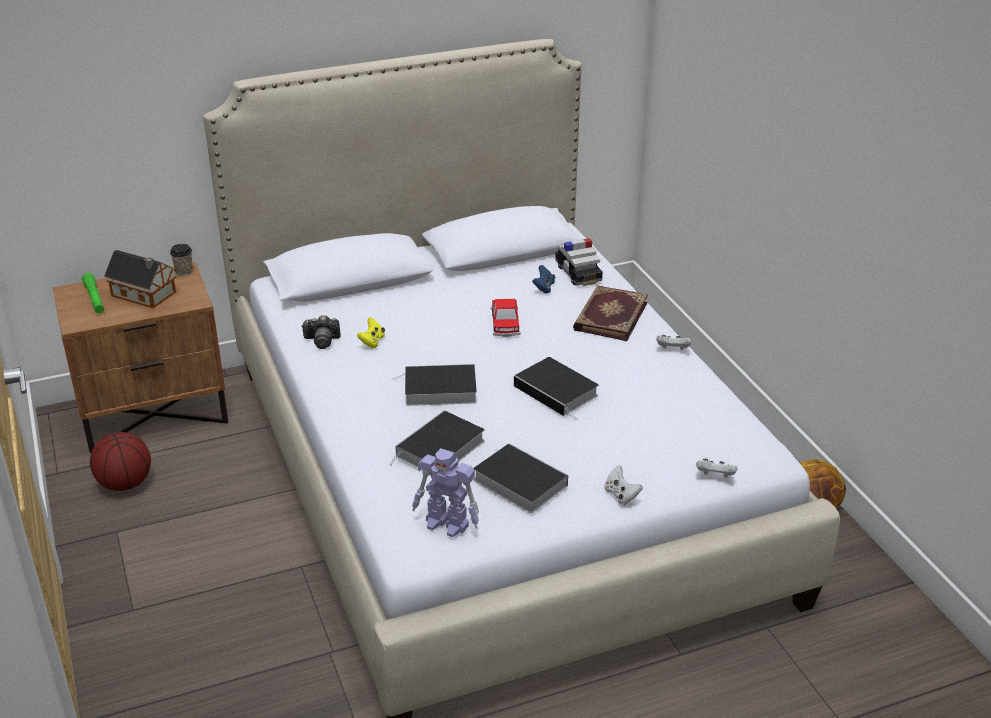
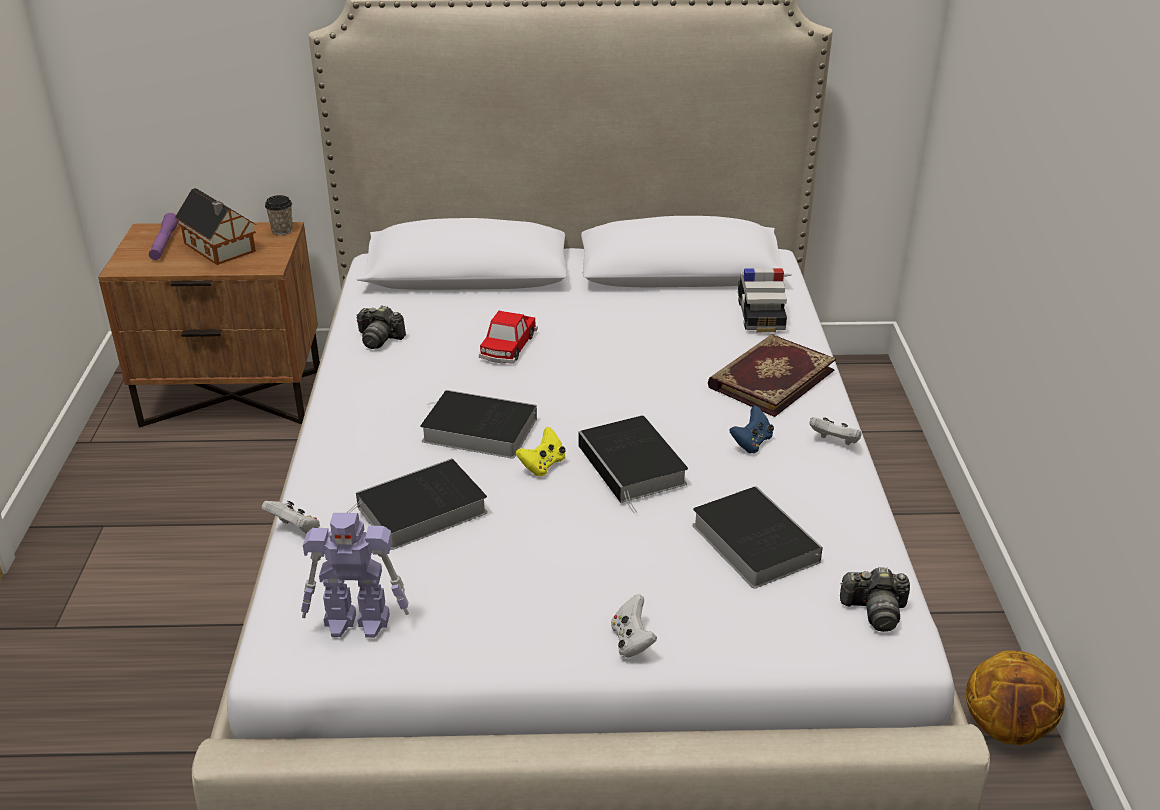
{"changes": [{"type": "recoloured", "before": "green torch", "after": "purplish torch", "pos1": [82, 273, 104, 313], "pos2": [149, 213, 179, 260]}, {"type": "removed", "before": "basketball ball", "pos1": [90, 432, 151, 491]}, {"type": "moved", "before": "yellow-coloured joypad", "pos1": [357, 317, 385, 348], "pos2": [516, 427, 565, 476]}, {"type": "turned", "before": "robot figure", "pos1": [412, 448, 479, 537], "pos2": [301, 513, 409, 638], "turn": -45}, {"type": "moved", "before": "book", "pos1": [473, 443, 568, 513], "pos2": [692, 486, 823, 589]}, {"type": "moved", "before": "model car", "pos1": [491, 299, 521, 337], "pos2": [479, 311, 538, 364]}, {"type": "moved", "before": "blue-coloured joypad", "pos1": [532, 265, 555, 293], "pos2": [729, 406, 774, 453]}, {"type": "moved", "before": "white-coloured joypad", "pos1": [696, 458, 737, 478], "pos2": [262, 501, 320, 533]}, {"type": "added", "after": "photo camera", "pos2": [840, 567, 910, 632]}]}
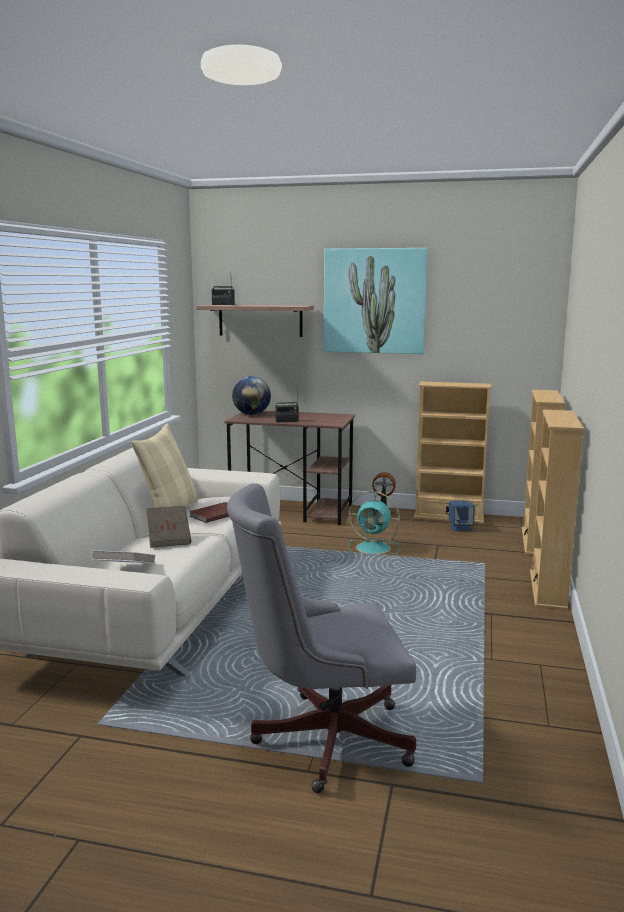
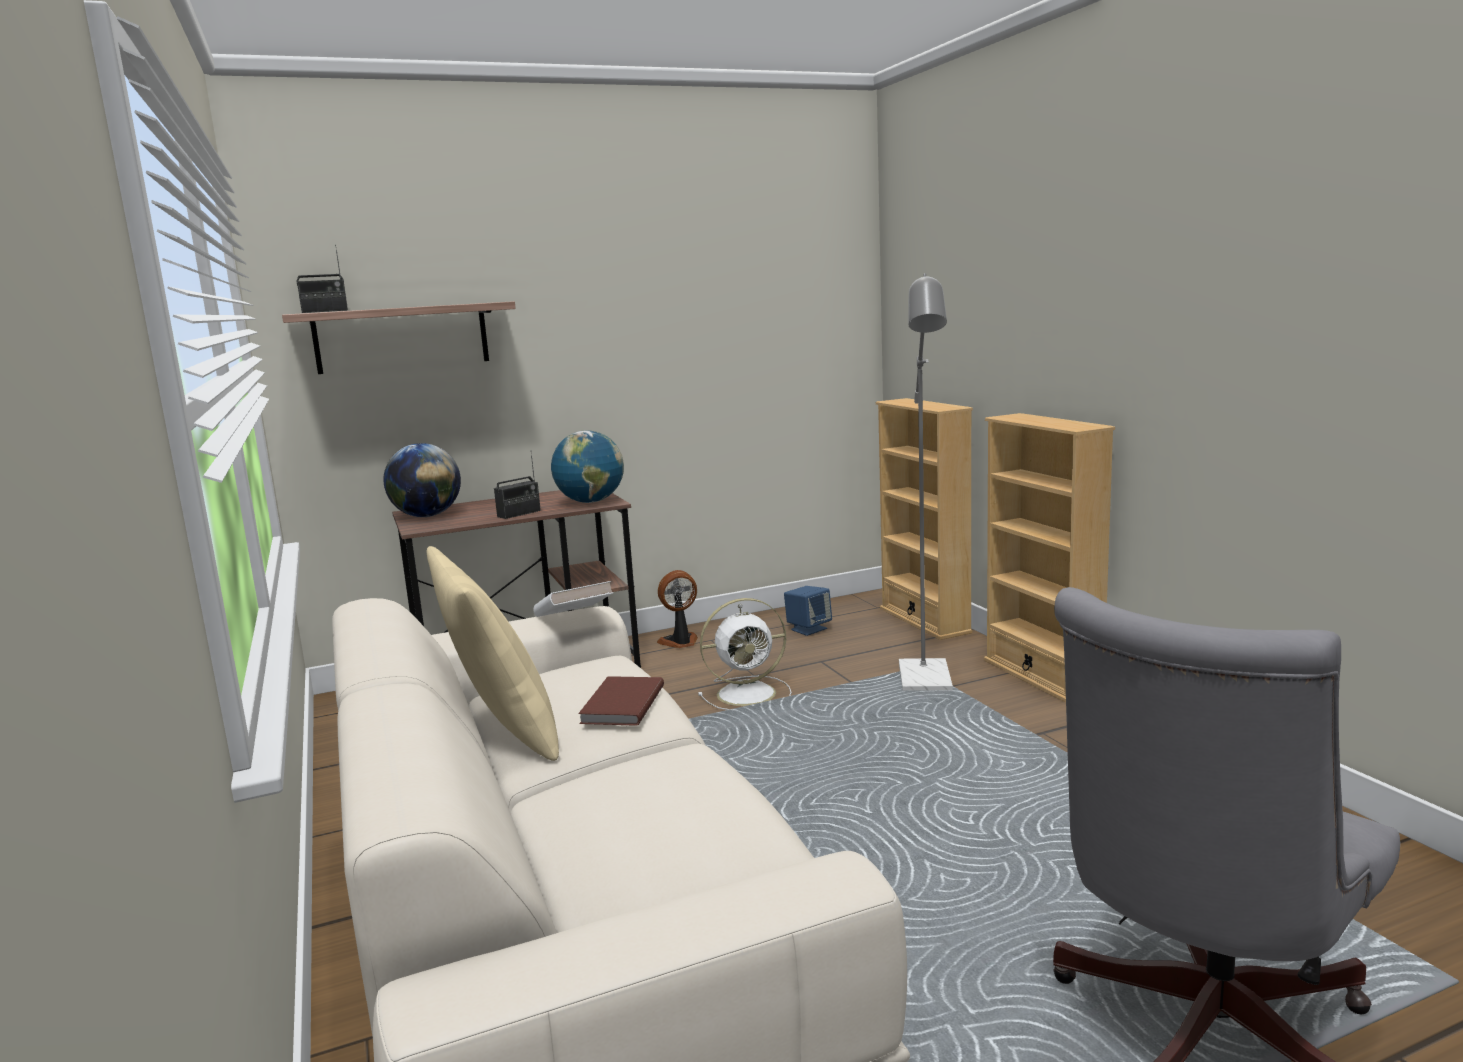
{"changes": [{"type": "moved", "before": "white-coloured book", "pos1": [91, 550, 156, 564], "pos2": [533, 581, 614, 617]}, {"type": "removed", "before": "brown book", "pos1": [146, 506, 191, 548]}, {"type": "removed", "before": "wall art", "pos1": [324, 248, 428, 354]}, {"type": "recoloured", "before": "turquoise electric fan", "after": "white-coloured electric fan", "pos1": [348, 491, 400, 555], "pos2": [698, 598, 792, 710]}, {"type": "removed", "before": "beige bookshelf", "pos1": [414, 382, 492, 523]}, {"type": "added", "after": "world globe", "pos2": [551, 430, 624, 503]}, {"type": "added", "after": "grey standard lamp", "pos2": [899, 273, 953, 691]}]}
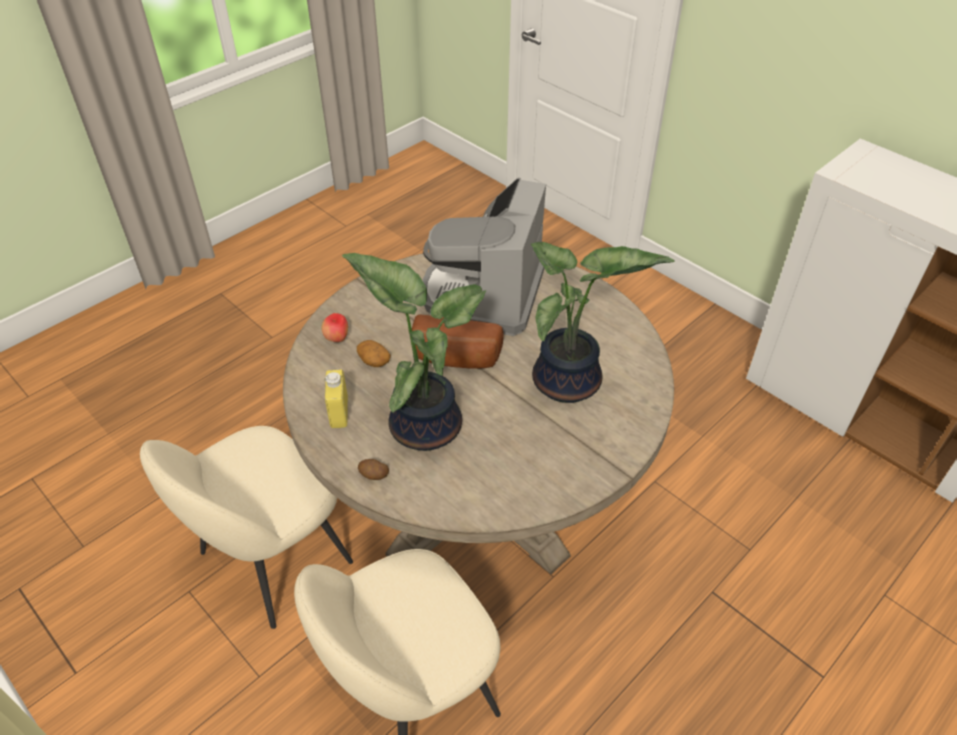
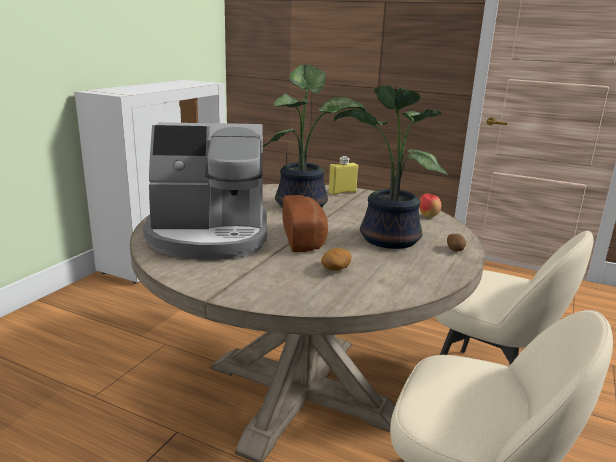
{"changes": [{"type": "moved", "before": "apple fruit", "pos1": [322, 313, 348, 342], "pos2": [419, 194, 441, 218]}, {"type": "moved", "before": "yellow-coloured drink bottle", "pos1": [324, 370, 348, 428], "pos2": [329, 156, 358, 195]}]}
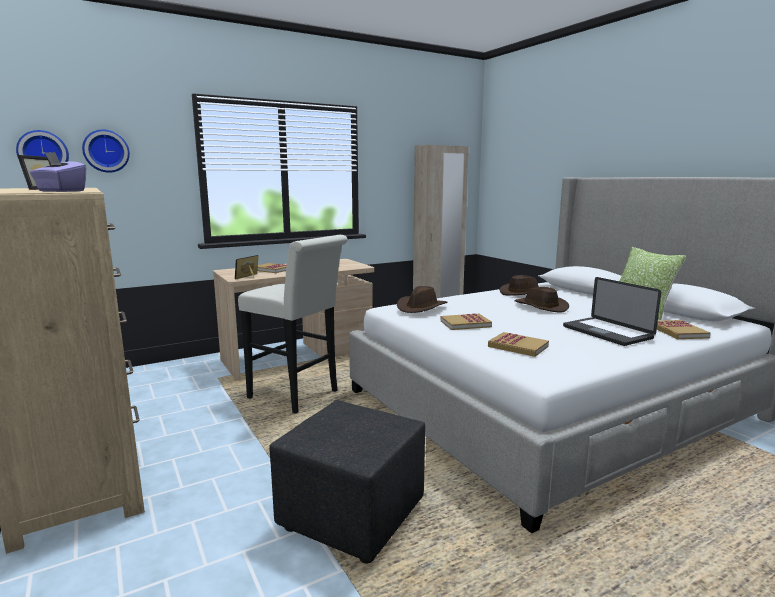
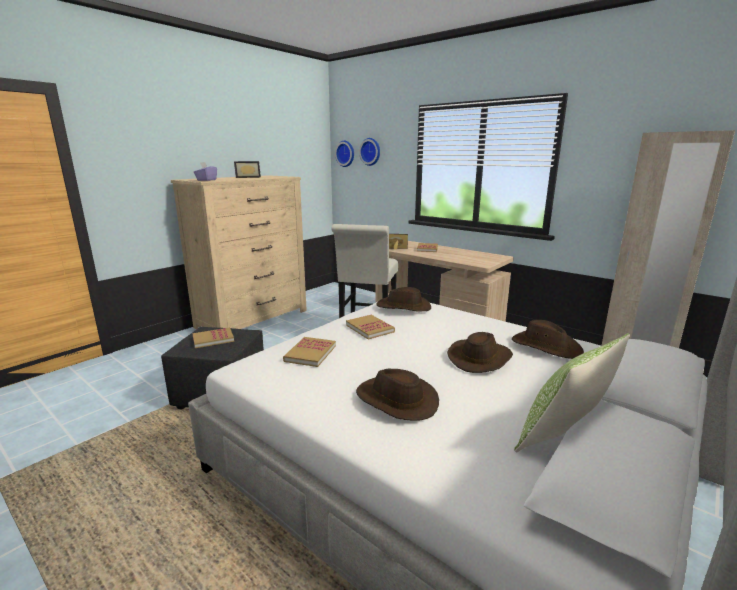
{"changes": [{"type": "replaced", "before": "portable computer", "after": "brown hat", "pos1": [563, 277, 661, 346], "pos2": [356, 369, 439, 421]}, {"type": "moved", "before": "book", "pos1": [657, 320, 711, 339], "pos2": [192, 327, 234, 348]}]}
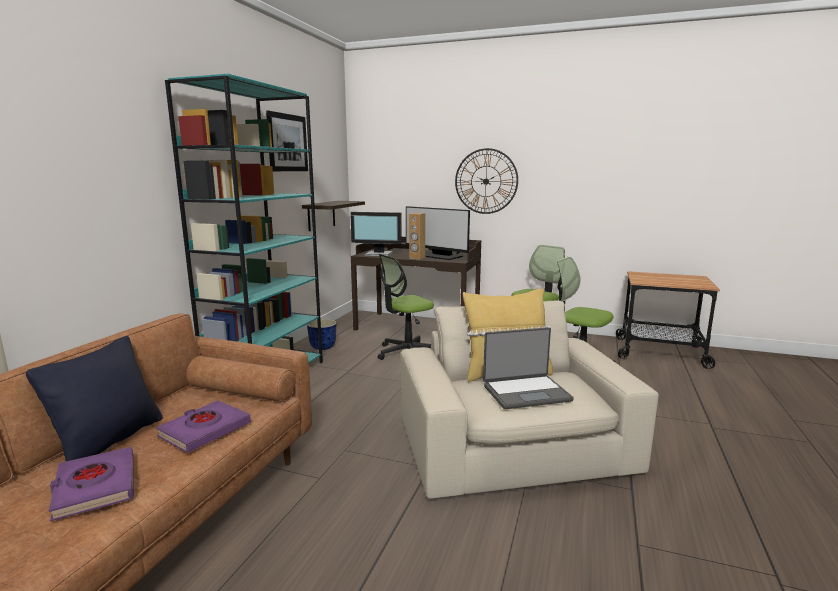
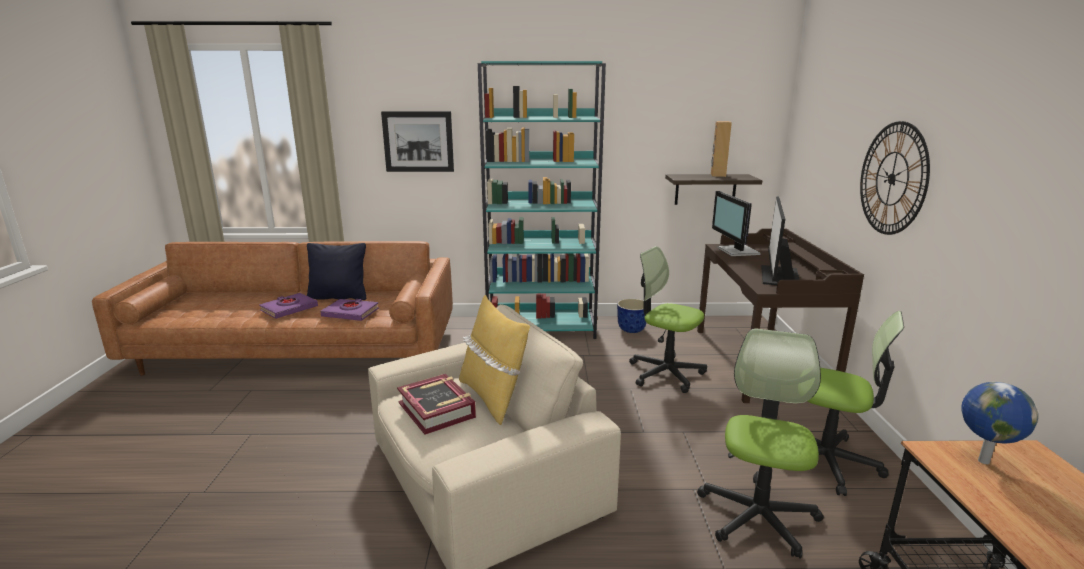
{"changes": [{"type": "moved", "before": "wall art", "pos1": [266, 111, 308, 171], "pos2": [381, 111, 454, 172]}, {"type": "moved", "before": "brown loudspeaker", "pos1": [409, 213, 425, 259], "pos2": [711, 121, 732, 177]}, {"type": "replaced", "before": "portable computer", "after": "book", "pos1": [483, 327, 574, 409], "pos2": [397, 374, 476, 435]}, {"type": "added", "after": "world globe", "pos2": [961, 382, 1038, 464]}]}
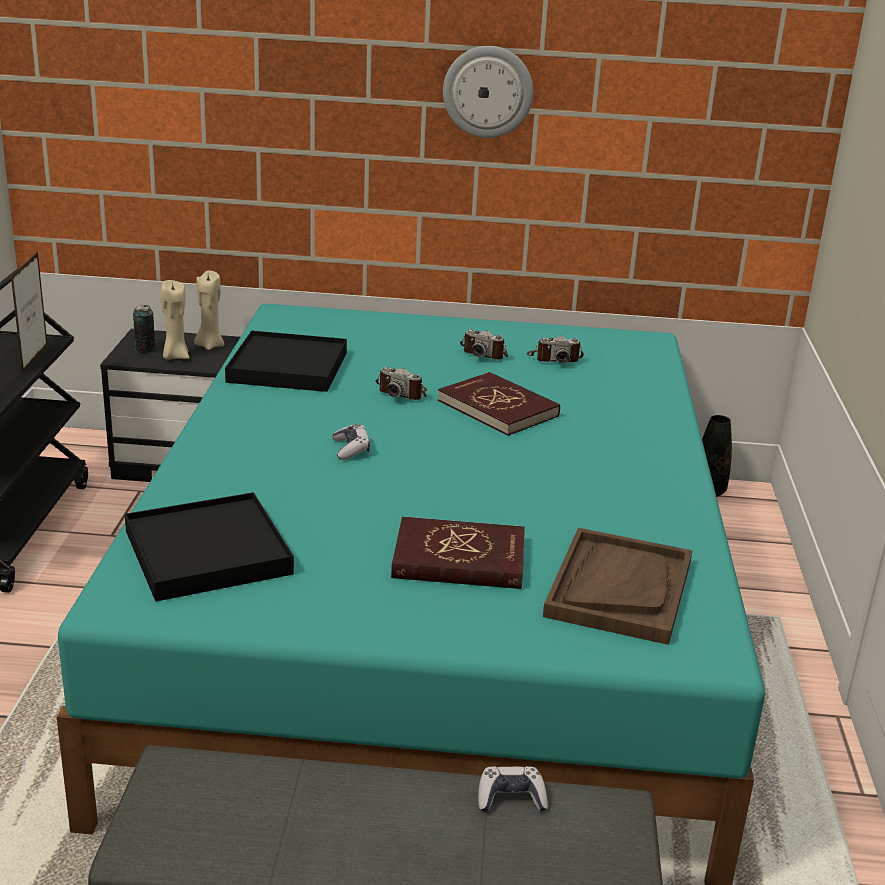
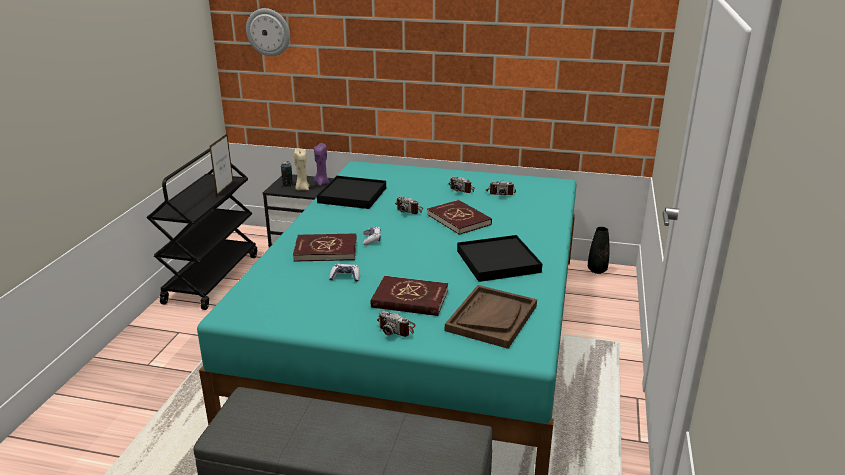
{"changes": [{"type": "moved", "before": "blackish serving tray", "pos1": [125, 492, 294, 602], "pos2": [457, 235, 542, 282]}, {"type": "recoloured", "before": "beige wax candle", "after": "purplish wax candle", "pos1": [194, 270, 225, 350], "pos2": [314, 143, 330, 186]}, {"type": "moved", "before": "clock on the wall", "pos1": [443, 46, 533, 138], "pos2": [246, 8, 290, 56]}, {"type": "moved", "before": "joypad", "pos1": [478, 766, 548, 812], "pos2": [329, 264, 360, 282]}, {"type": "added", "after": "red book", "pos2": [293, 234, 357, 262]}, {"type": "added", "after": "photo camera", "pos2": [377, 311, 416, 337]}]}
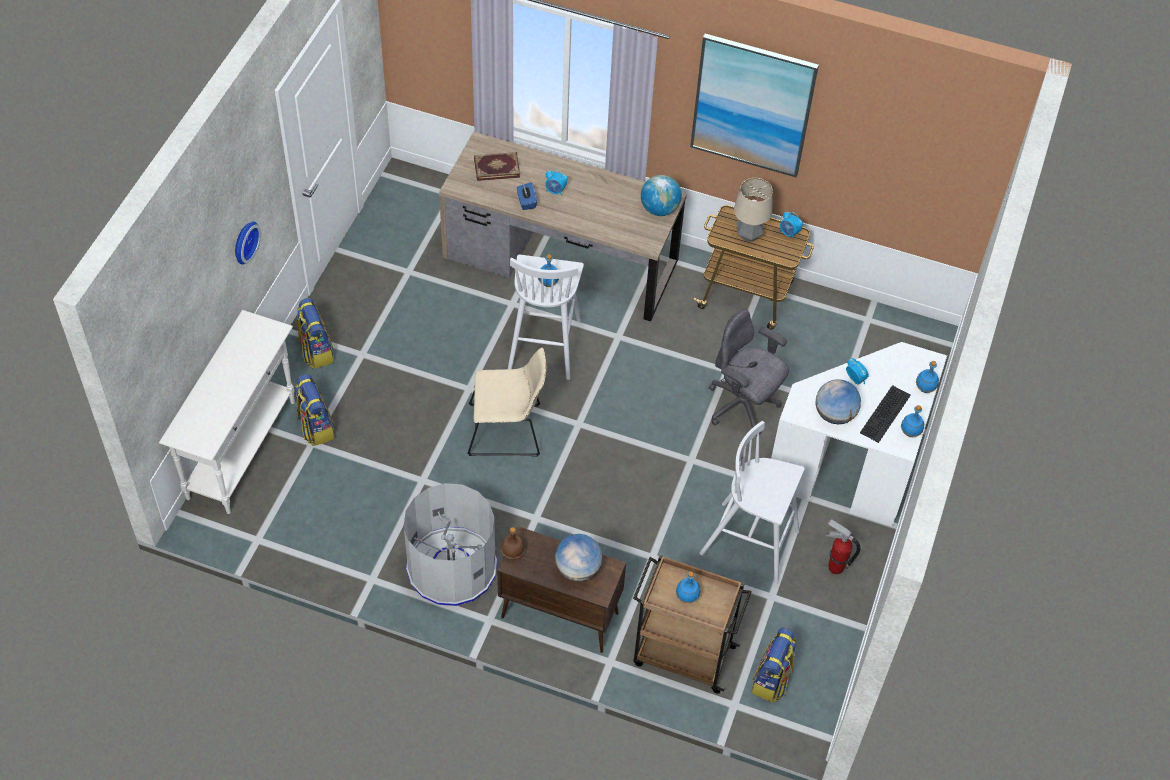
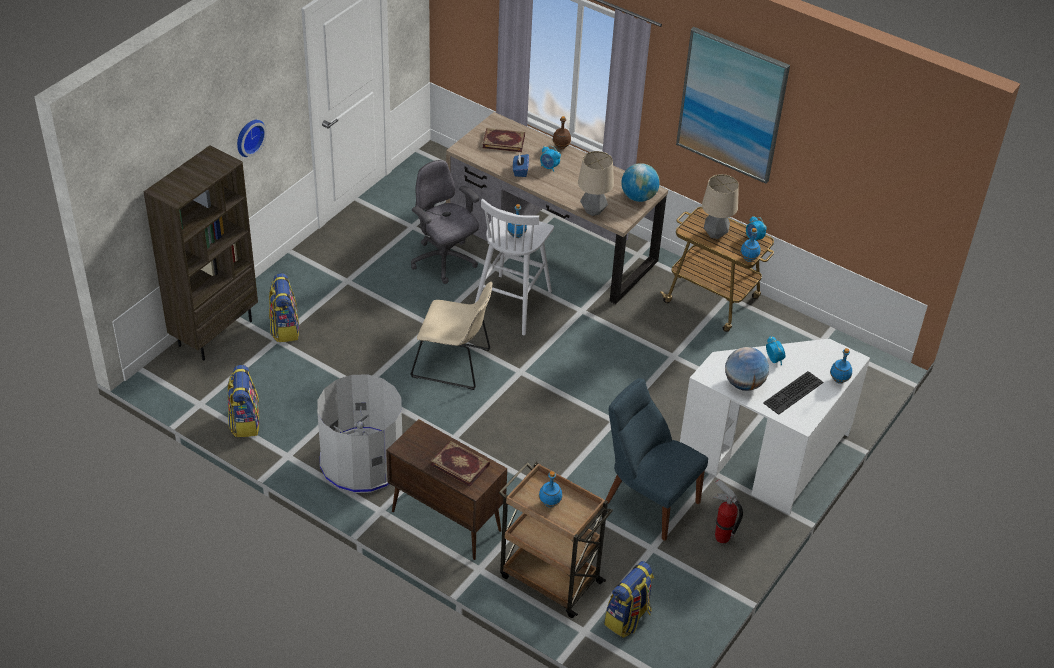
{"changes": [{"type": "replaced", "before": "white-coloured hall table", "after": "brown bookshelf", "pos1": [159, 310, 295, 514], "pos2": [144, 145, 258, 361]}, {"type": "moved", "before": "rucksack", "pos1": [297, 298, 334, 369], "pos2": [227, 365, 259, 437]}, {"type": "moved", "before": "brown drink bottle", "pos1": [501, 527, 525, 559], "pos2": [553, 116, 571, 149]}, {"type": "replaced", "before": "world globe", "after": "book", "pos1": [555, 534, 603, 582], "pos2": [431, 441, 490, 486]}, {"type": "replaced", "before": "white-coloured stool", "after": "blue-coloured chair", "pos1": [700, 421, 805, 584], "pos2": [606, 378, 708, 541]}, {"type": "moved", "before": "grey office chair", "pos1": [709, 309, 789, 436], "pos2": [411, 160, 479, 284]}, {"type": "moved", "before": "blue-coloured drink bottle", "pos1": [901, 405, 924, 437], "pos2": [740, 228, 760, 262]}, {"type": "added", "after": "lamp for a table", "pos2": [578, 151, 614, 216]}]}
